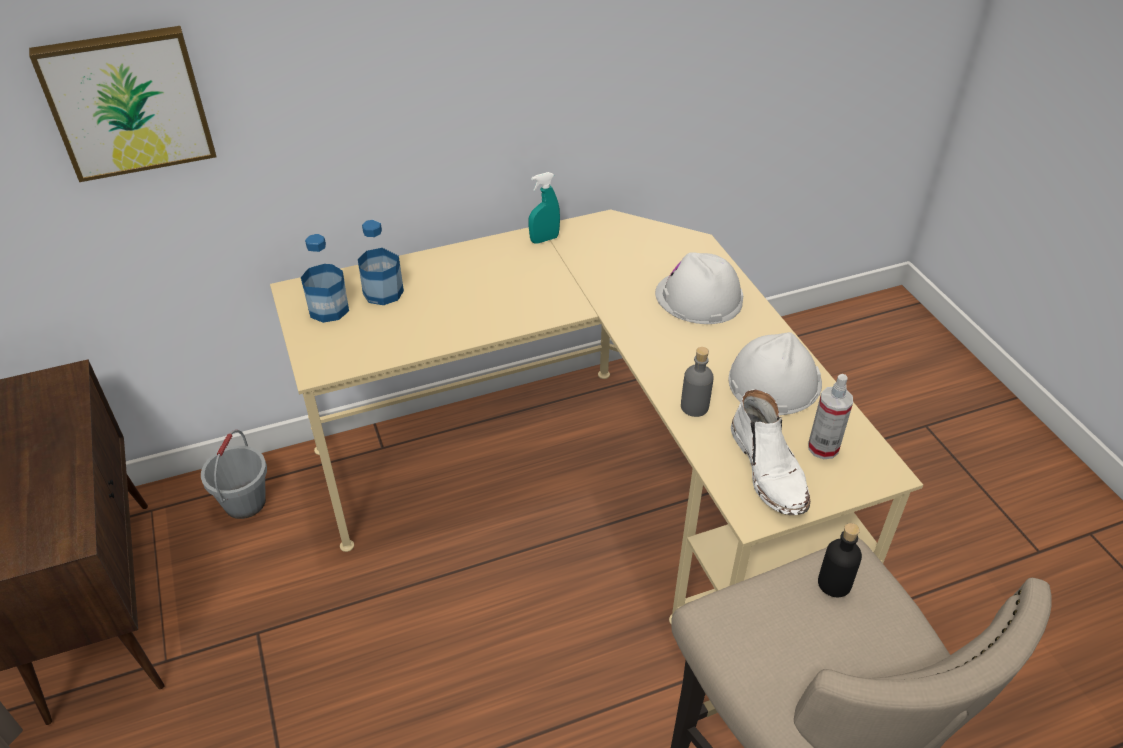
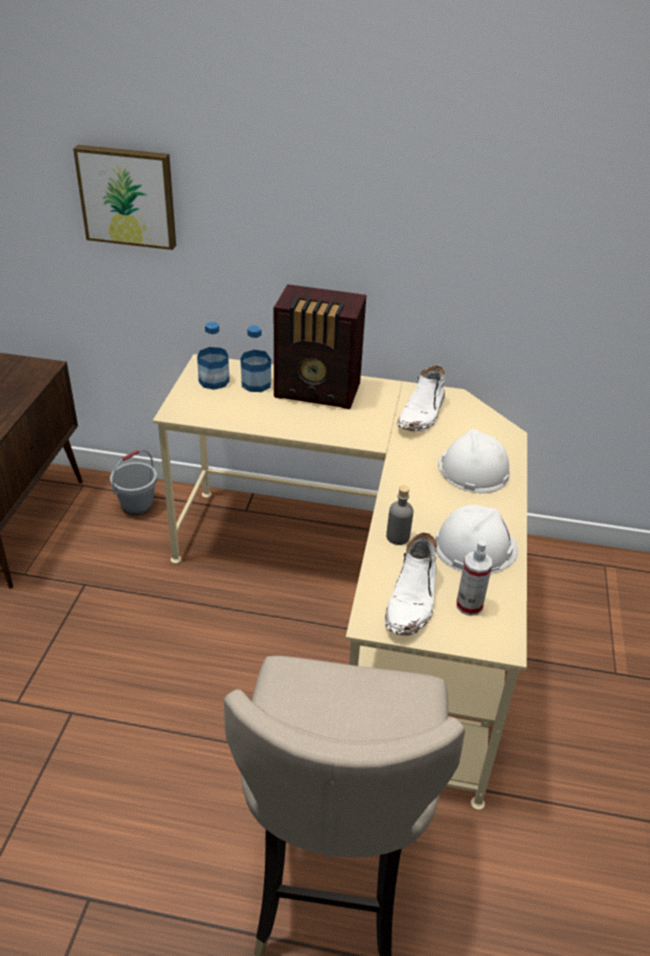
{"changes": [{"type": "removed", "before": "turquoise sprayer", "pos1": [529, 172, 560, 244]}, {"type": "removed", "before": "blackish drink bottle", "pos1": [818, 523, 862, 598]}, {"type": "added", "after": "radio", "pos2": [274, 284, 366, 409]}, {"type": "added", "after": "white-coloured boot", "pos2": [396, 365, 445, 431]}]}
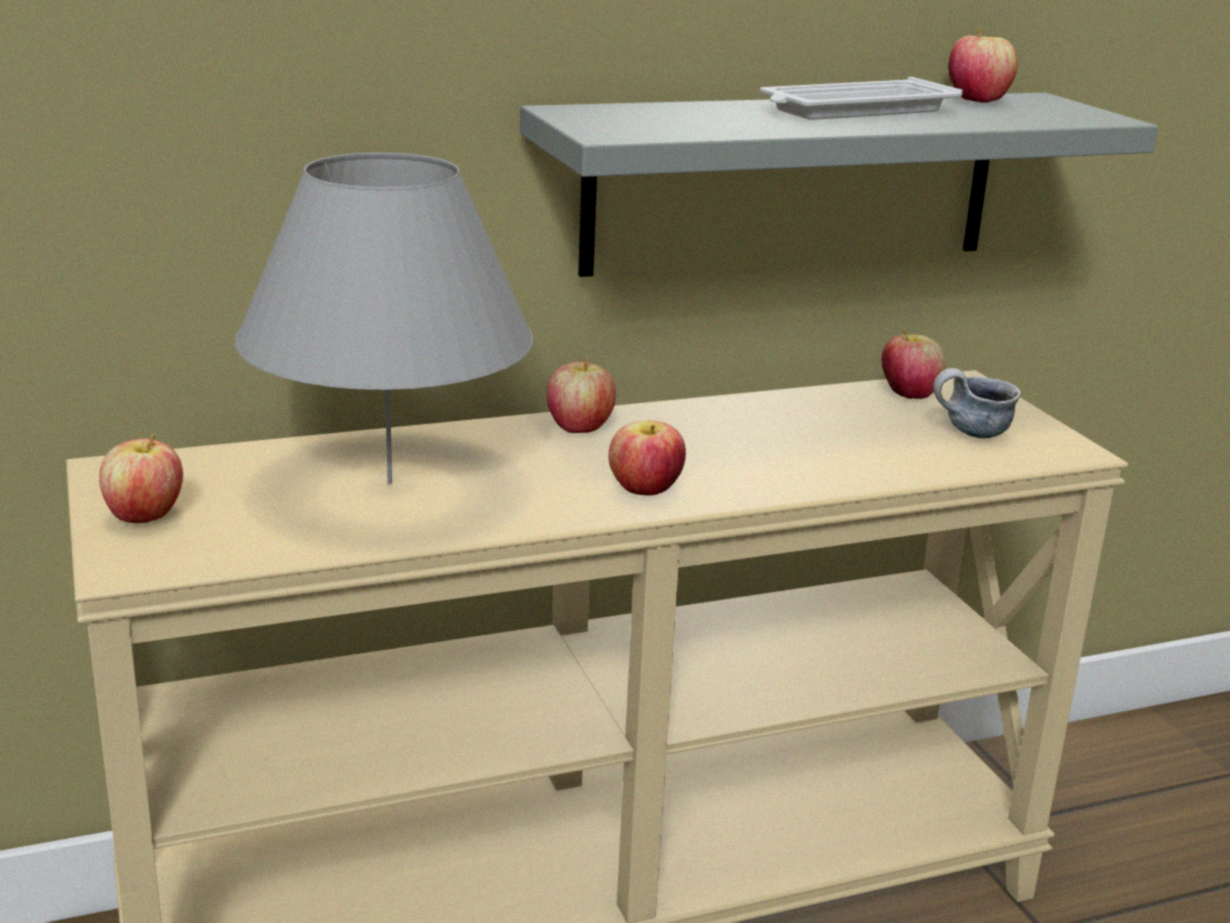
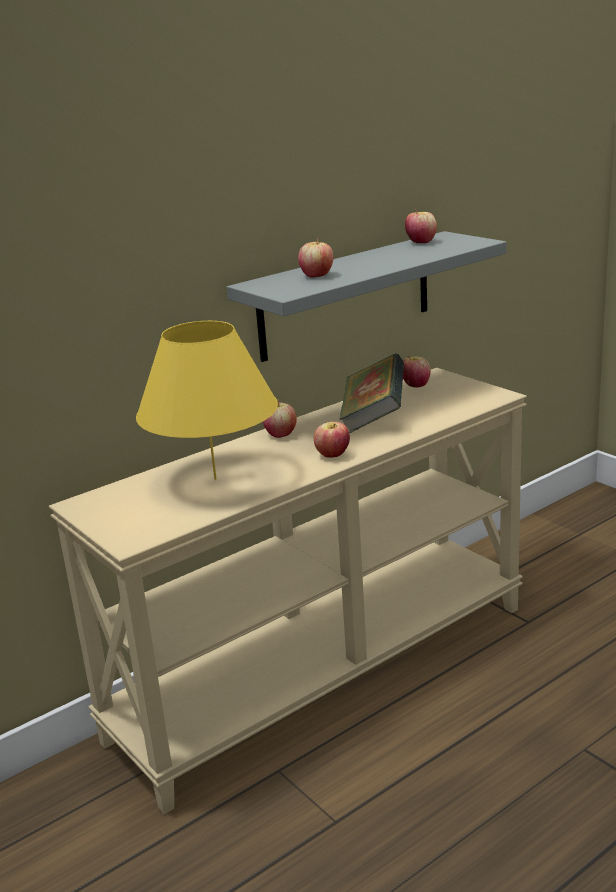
{"changes": [{"type": "moved", "before": "apple fruit", "pos1": [99, 434, 183, 523], "pos2": [298, 238, 334, 278]}, {"type": "recoloured", "before": "grey lamp for a table", "after": "yellow-coloured lamp for a table", "pos1": [235, 152, 533, 484], "pos2": [136, 321, 278, 480]}, {"type": "removed", "before": "white-coloured serving tray", "pos1": [760, 77, 963, 120]}, {"type": "removed", "before": "mug", "pos1": [933, 368, 1021, 438]}, {"type": "added", "after": "book", "pos2": [339, 354, 404, 433]}]}
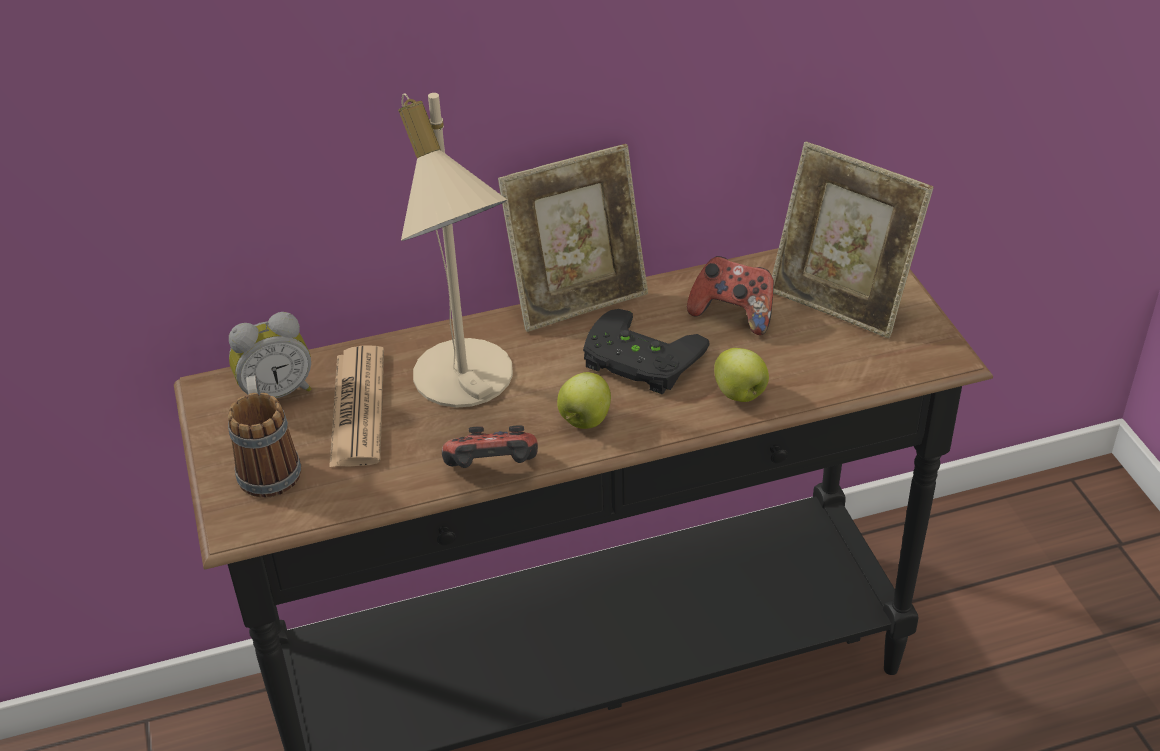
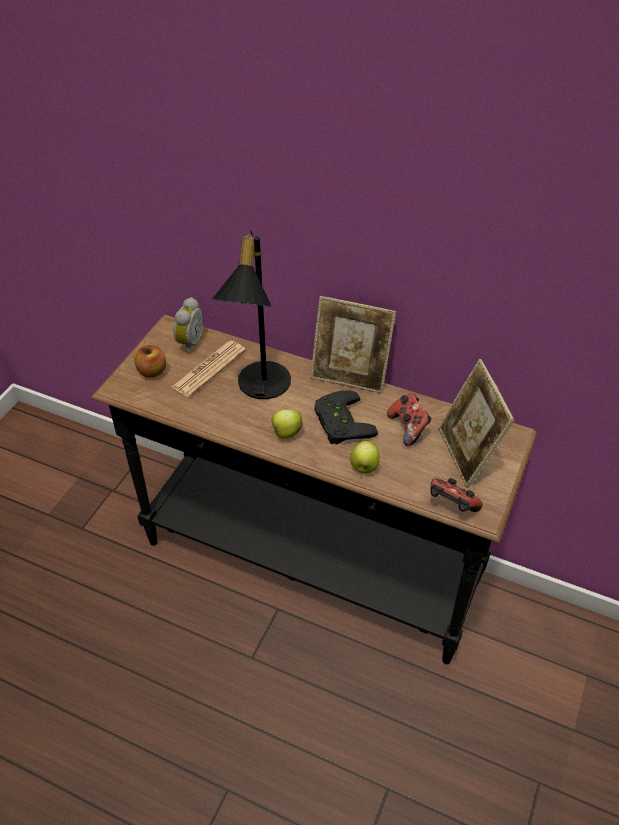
{"changes": [{"type": "replaced", "before": "mug", "after": "apple fruit", "pos1": [228, 375, 301, 498], "pos2": [134, 345, 166, 378]}, {"type": "turned", "before": "table clock", "pos1": [229, 312, 311, 398], "pos2": [174, 297, 204, 354], "turn": -90}, {"type": "recoloured", "before": "beige lamp for a table", "after": "blackish lamp for a table", "pos1": [398, 93, 513, 408], "pos2": [212, 231, 291, 399]}, {"type": "moved", "before": "joypad", "pos1": [442, 425, 538, 468], "pos2": [430, 478, 482, 512]}]}
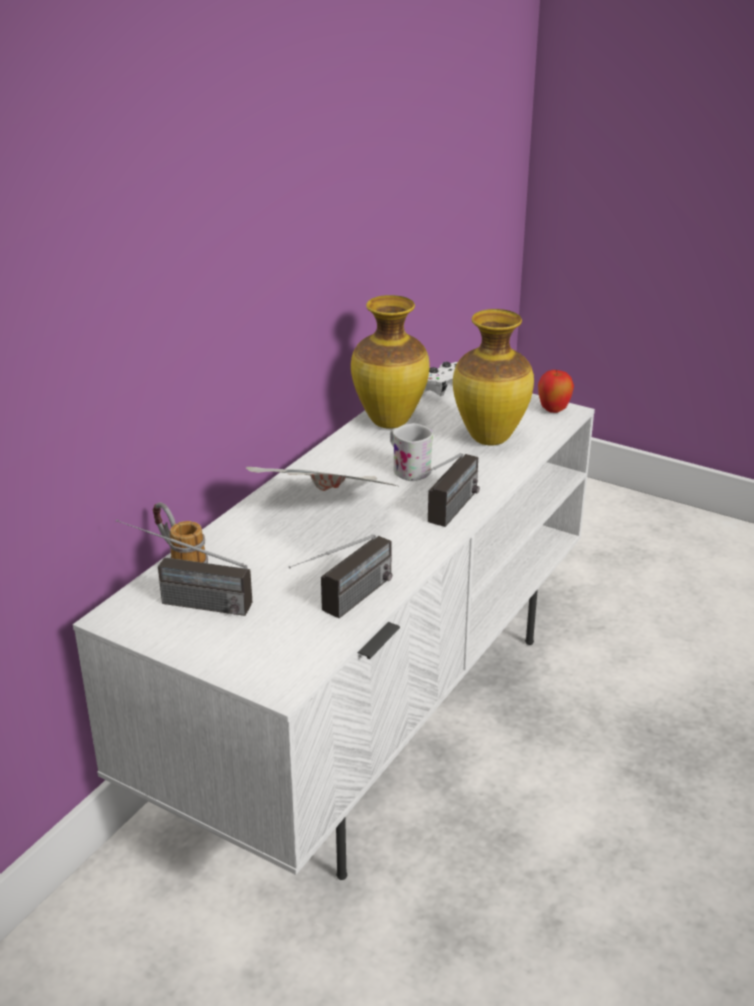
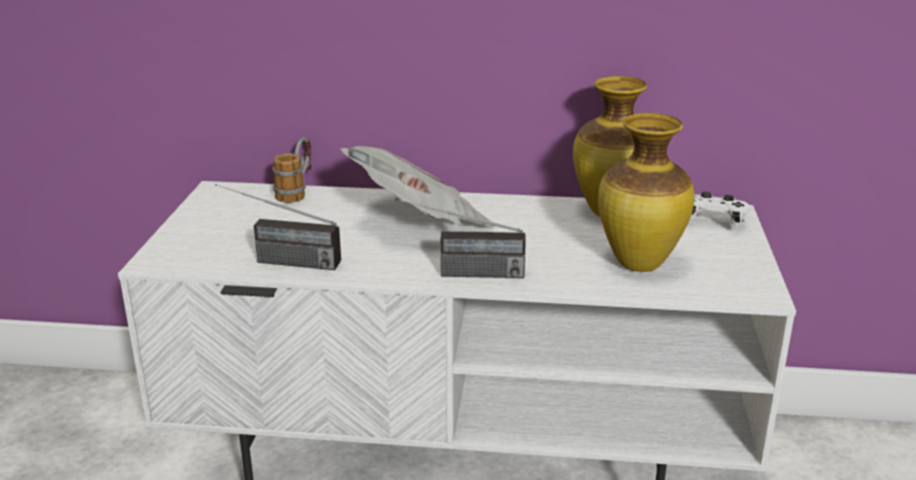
{"changes": [{"type": "removed", "before": "radio", "pos1": [116, 519, 252, 616]}, {"type": "removed", "before": "white-coloured mug", "pos1": [390, 423, 433, 481]}, {"type": "removed", "before": "apple fruit", "pos1": [538, 370, 574, 413]}]}
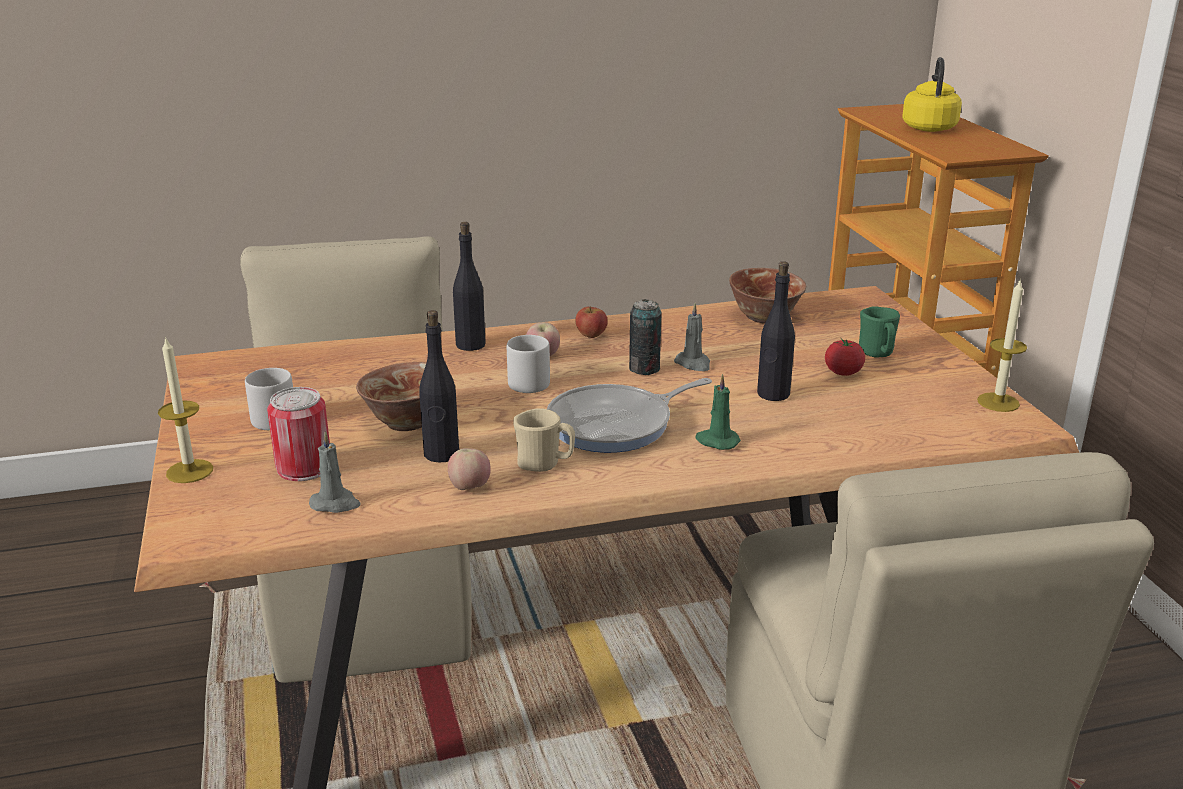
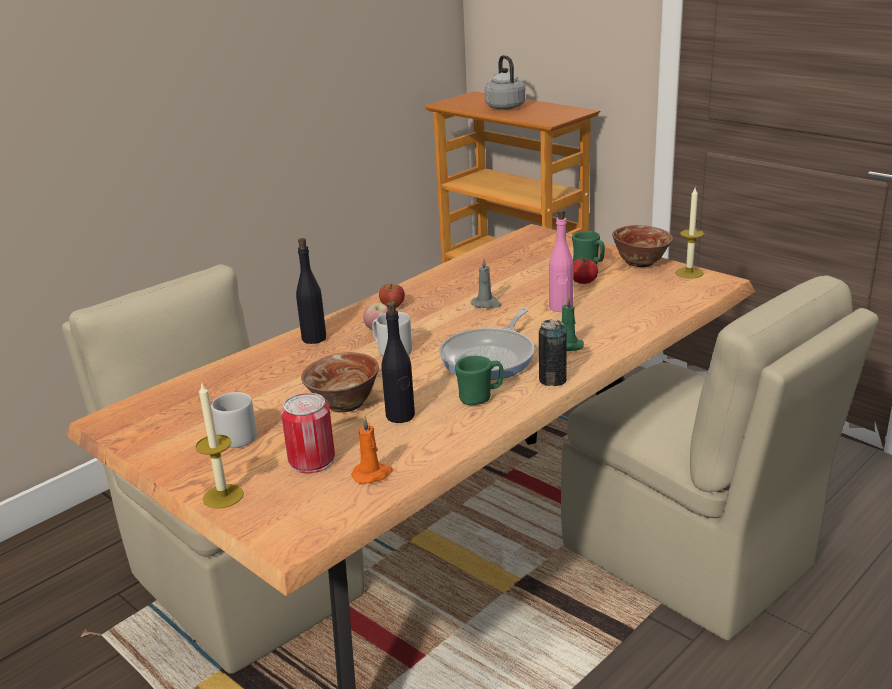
{"changes": [{"type": "recoloured", "before": "grey wax candle", "after": "orange-coloured wax candle", "pos1": [309, 431, 361, 513], "pos2": [351, 416, 393, 484]}, {"type": "removed", "before": "apple fruit", "pos1": [448, 448, 491, 490]}, {"type": "recoloured", "before": "beige mug", "after": "green mug", "pos1": [513, 408, 575, 472], "pos2": [455, 356, 503, 405]}, {"type": "moved", "before": "can", "pos1": [629, 299, 662, 375], "pos2": [539, 320, 567, 386]}, {"type": "moved", "before": "deep dish", "pos1": [729, 268, 806, 324], "pos2": [612, 225, 673, 267]}, {"type": "recoloured", "before": "blackish drink bottle", "after": "pink drink bottle", "pos1": [757, 261, 795, 401], "pos2": [549, 209, 573, 312]}, {"type": "recoloured", "before": "yellow-coloured kettle", "after": "grey kettle", "pos1": [902, 57, 962, 132], "pos2": [485, 55, 525, 110]}]}
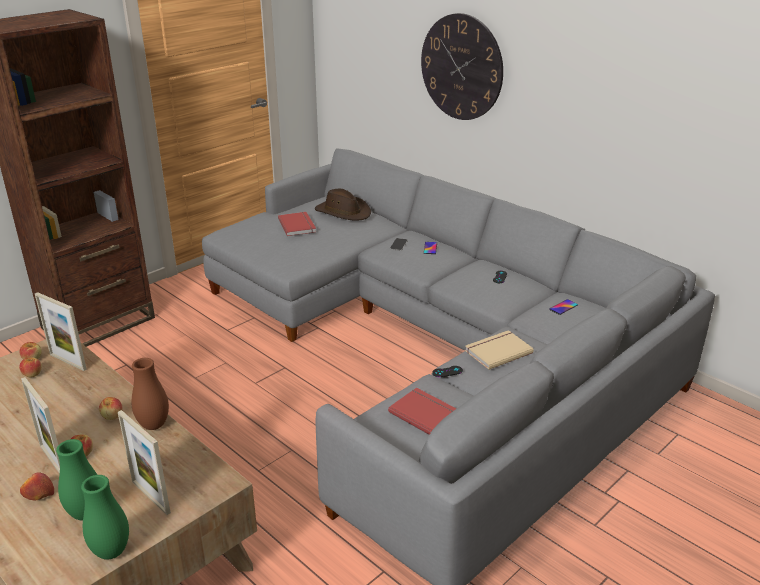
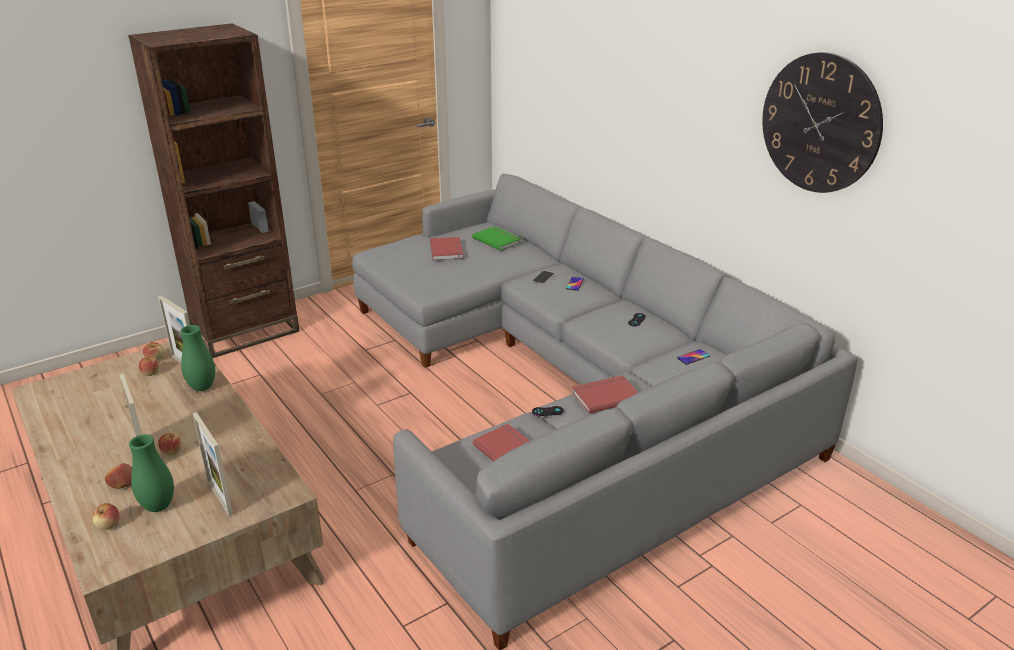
{"changes": [{"type": "moved", "before": "green vase", "pos1": [81, 475, 129, 560], "pos2": [180, 325, 215, 391]}, {"type": "moved", "before": "apple fruit", "pos1": [99, 397, 123, 420], "pos2": [92, 503, 120, 530]}, {"type": "removed", "before": "brown vase", "pos1": [131, 358, 169, 430]}, {"type": "replaced", "before": "brown hat", "after": "green book", "pos1": [315, 189, 371, 221], "pos2": [472, 226, 522, 251]}, {"type": "moved", "before": "clock on the wall", "pos1": [421, 13, 503, 120], "pos2": [762, 52, 883, 193]}, {"type": "recoloured", "before": "beige book", "after": "red book", "pos1": [465, 330, 534, 370], "pos2": [572, 375, 639, 414]}]}
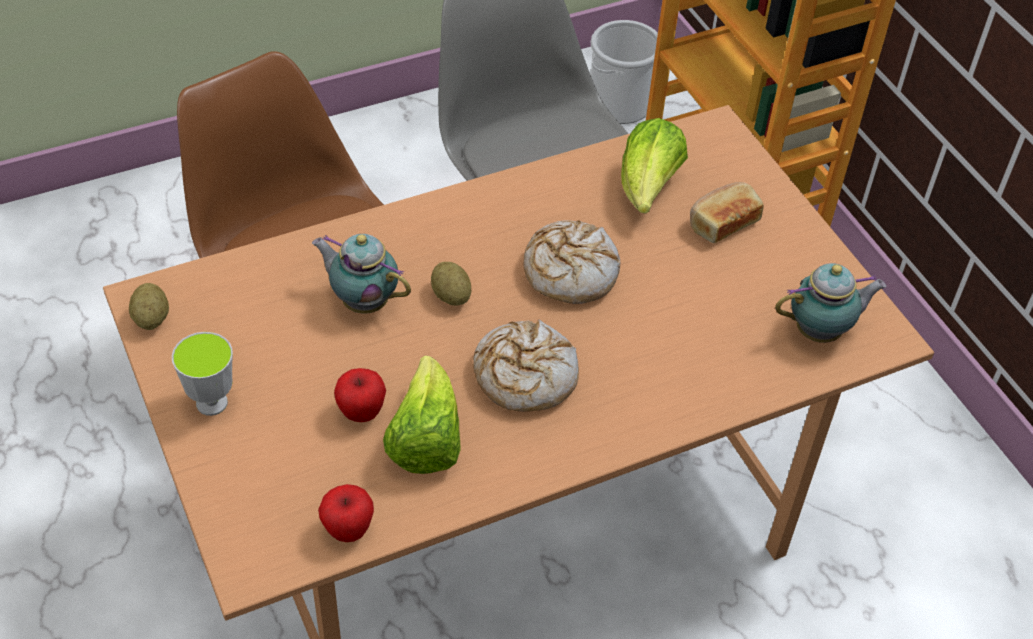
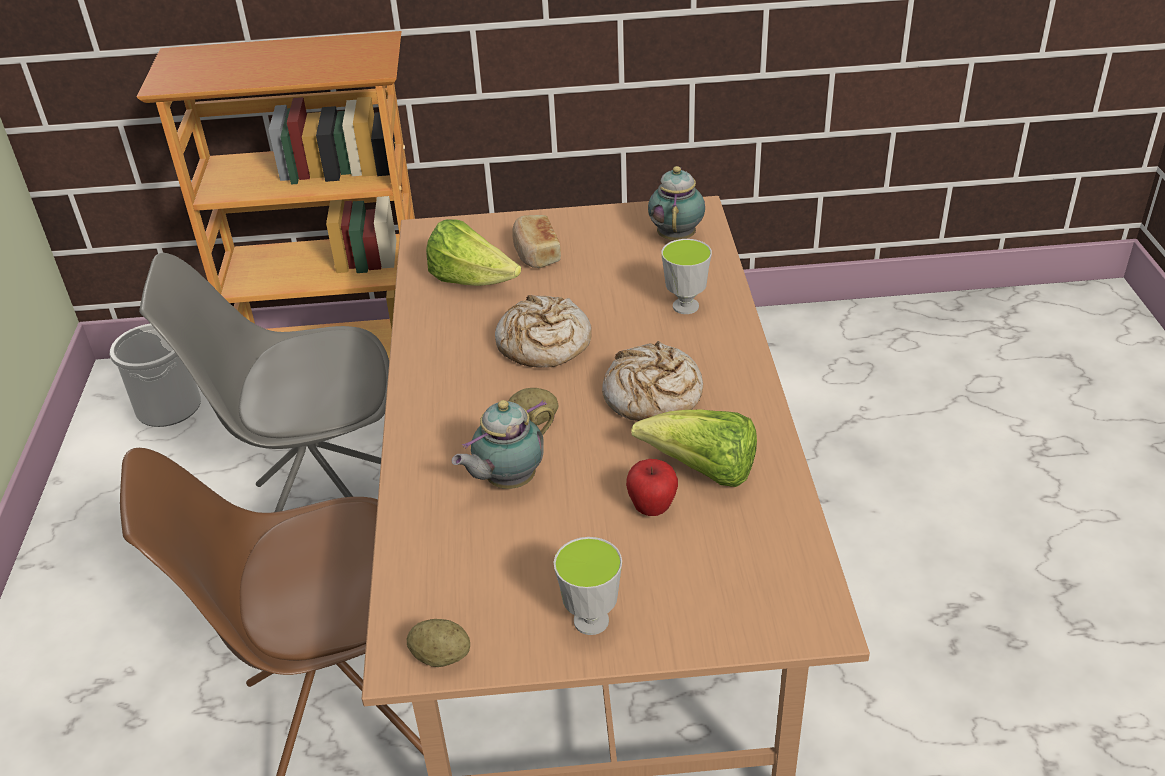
{"changes": [{"type": "removed", "before": "apple fruit", "pos1": [318, 484, 374, 542]}, {"type": "added", "after": "cup", "pos2": [662, 239, 712, 314]}]}
